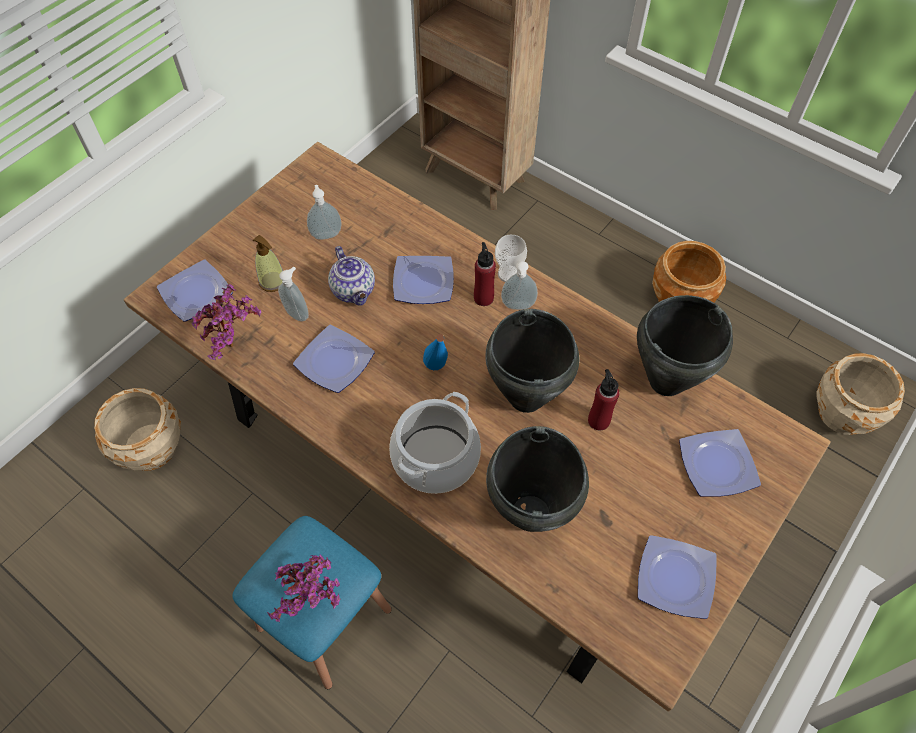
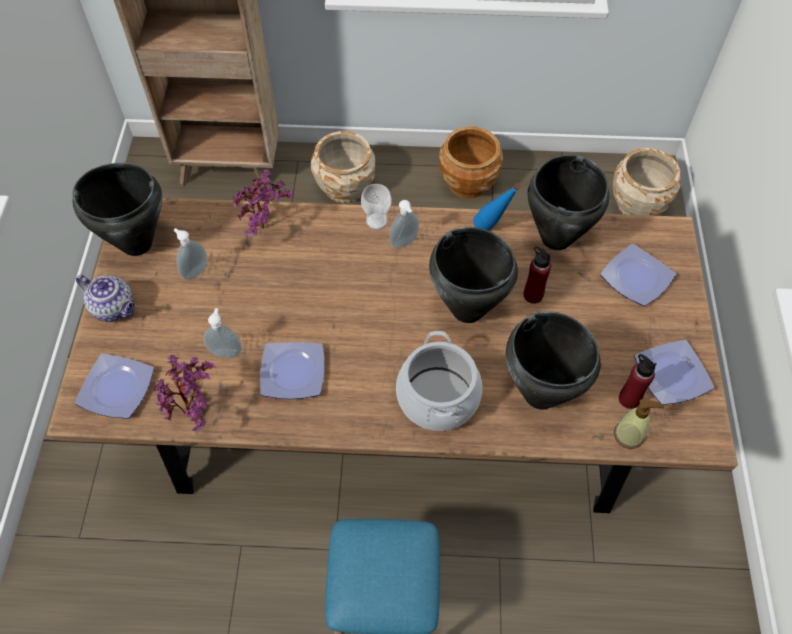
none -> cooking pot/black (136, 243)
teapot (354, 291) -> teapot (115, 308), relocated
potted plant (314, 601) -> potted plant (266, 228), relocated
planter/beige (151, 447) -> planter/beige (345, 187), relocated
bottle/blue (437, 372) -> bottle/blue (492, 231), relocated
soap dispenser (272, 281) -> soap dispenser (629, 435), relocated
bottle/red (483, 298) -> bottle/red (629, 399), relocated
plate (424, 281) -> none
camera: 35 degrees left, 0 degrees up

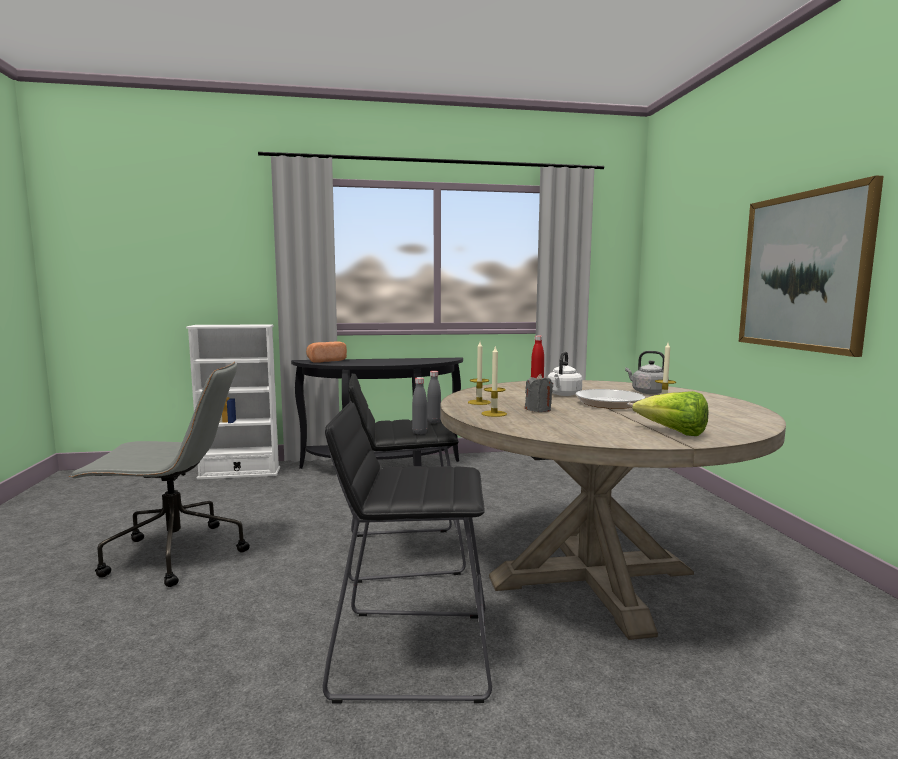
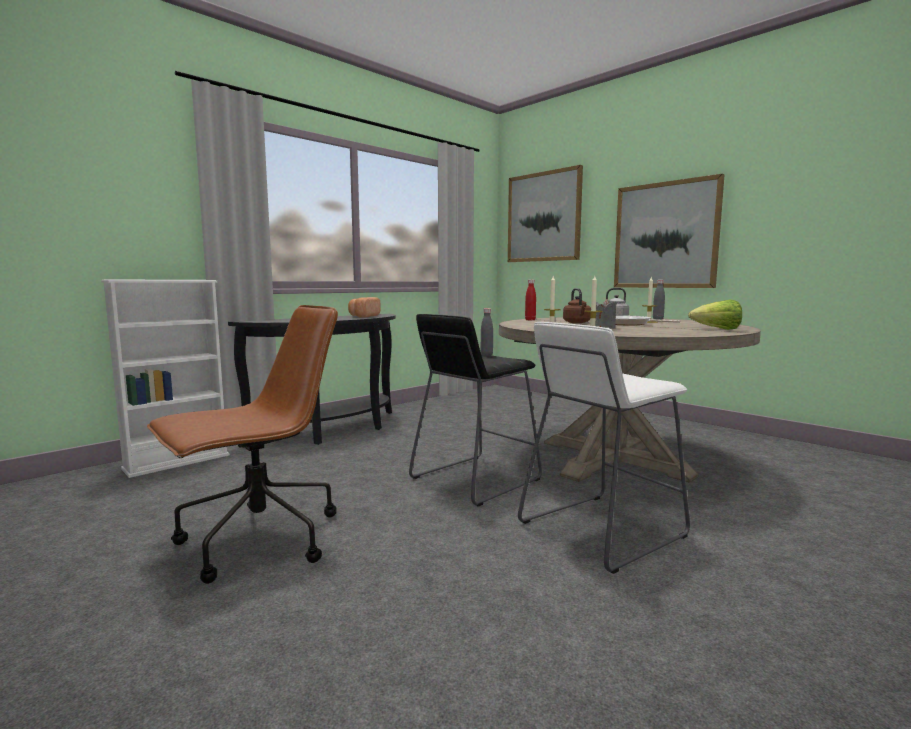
office chair/grey (173, 555) -> office chair/brown (257, 541)
bread (325, 361) -> bread (363, 316), relocated
none -> picture (543, 217)
stool/black (412, 653) -> stool/white (601, 530)
kettle/white (563, 394) -> kettle/brown (577, 322)
bottle/grey (419, 433) -> bottle/grey (658, 319), relocated
camera: 35 degrees left, 0 degrees up

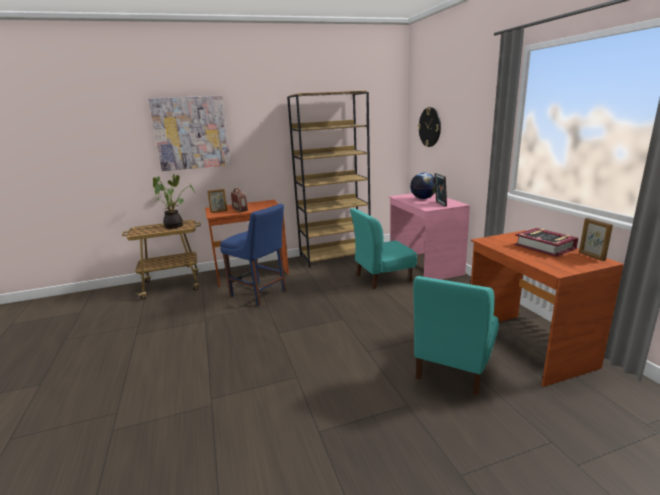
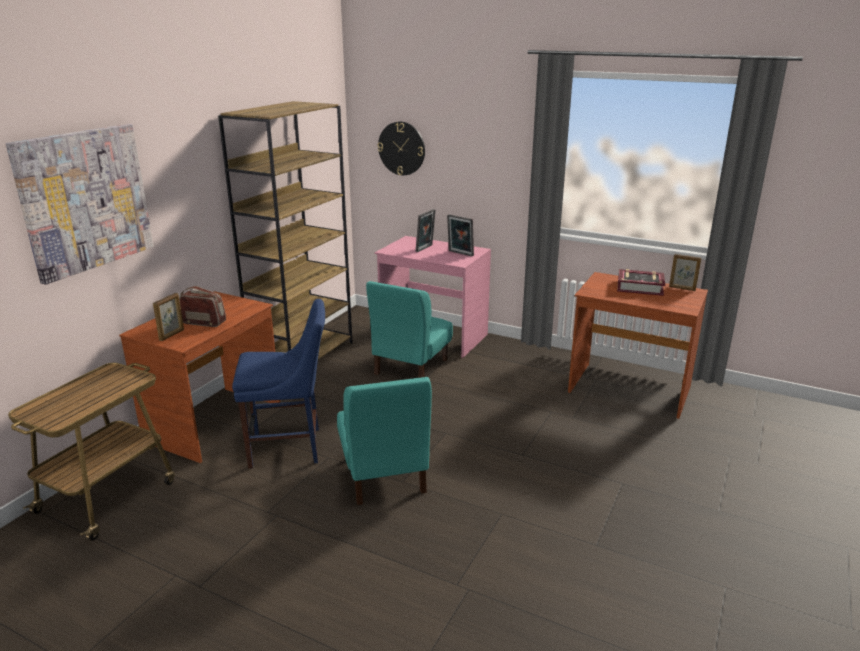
chair/turquoise (453, 367) -> chair/turquoise (384, 475), relocated
globe (423, 198) -> picture frame (425, 248)
potted plant (175, 226) -> none
camera: 45 degrees left, 5 degrees up

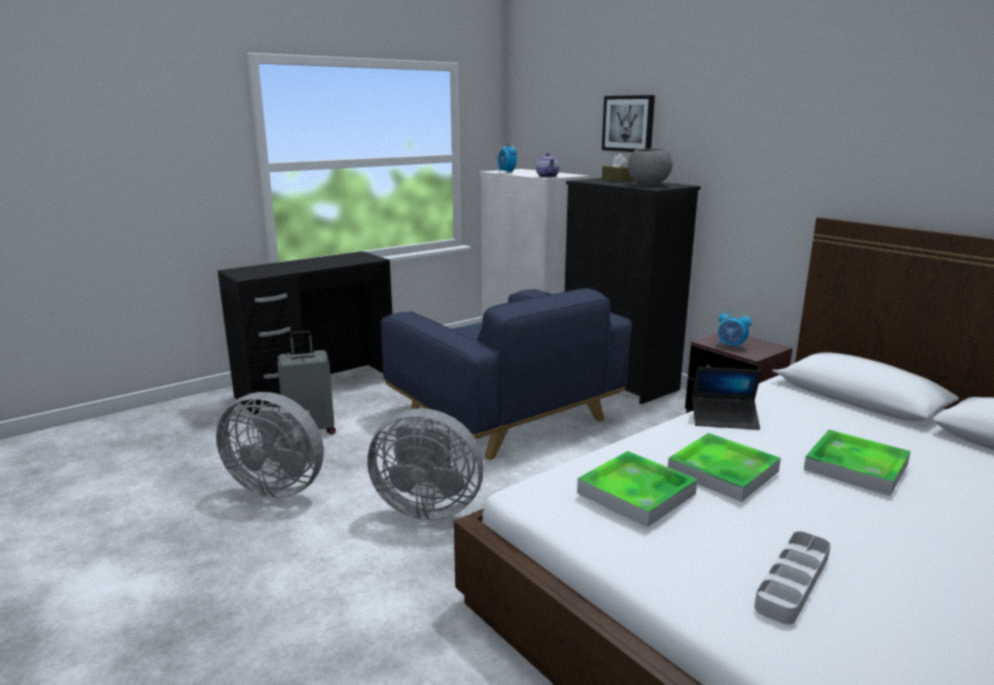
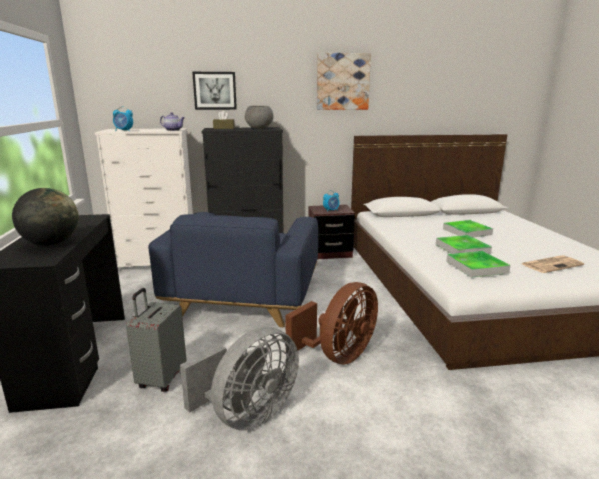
none -> globe (51, 244)
armchair/blue (504, 413) -> armchair/blue (244, 298), 105 degrees clockwise
fan/grey (427, 507) -> fan/brown (338, 356)
none -> picture (342, 82)
tray/grey (792, 581) -> newspaper (551, 264)
laptop (724, 419) -> none
camera: 60 degrees left, 0 degrees up

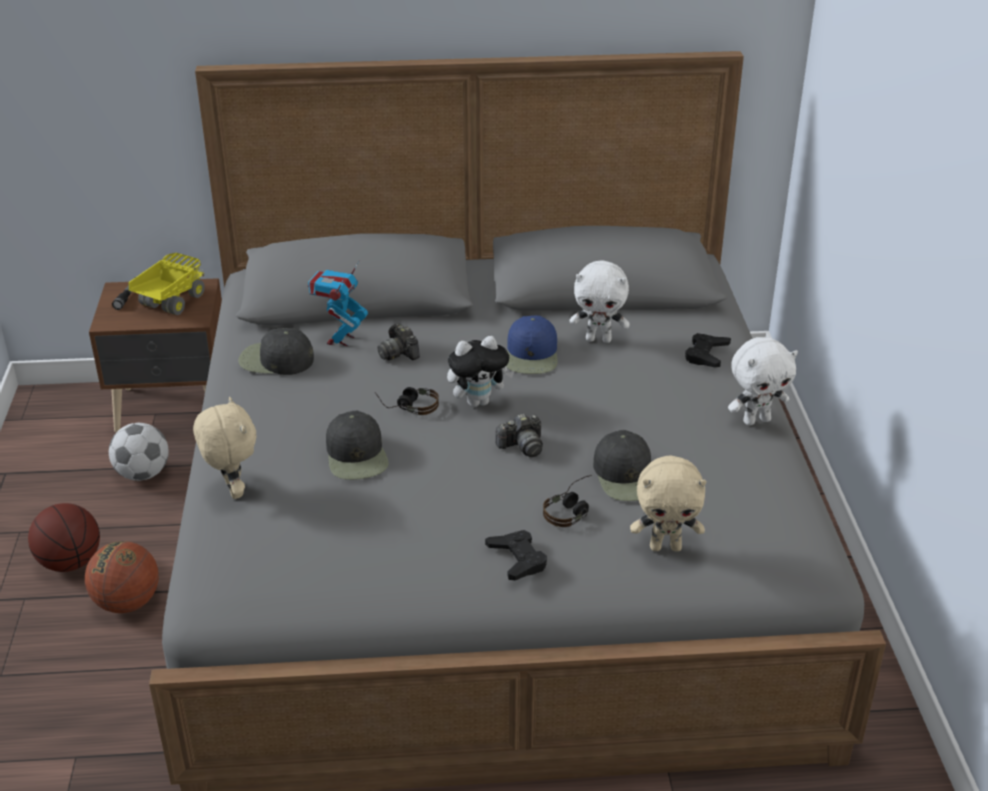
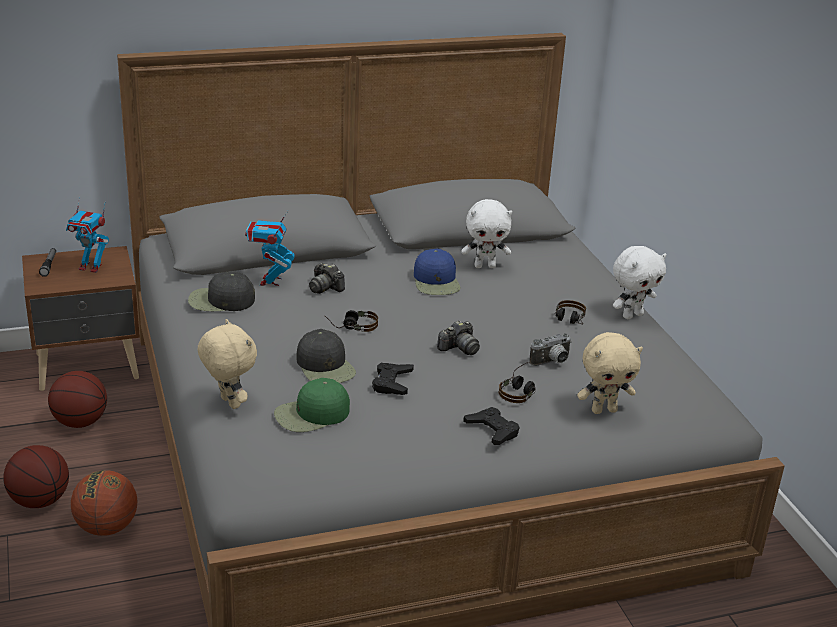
football (143, 474) -> basketball (80, 422)
toy truck (170, 302) -> toy robot (91, 267)
none -> cap/green (311, 414)
game controller/black (706, 354) -> game controller/black (392, 383), relocated
cap/black (627, 476) -> photo camera (552, 362)
none -> headphones (569, 321)
plush toy (478, 401) -> none
camera: 15 degrees left, 5 degrees down

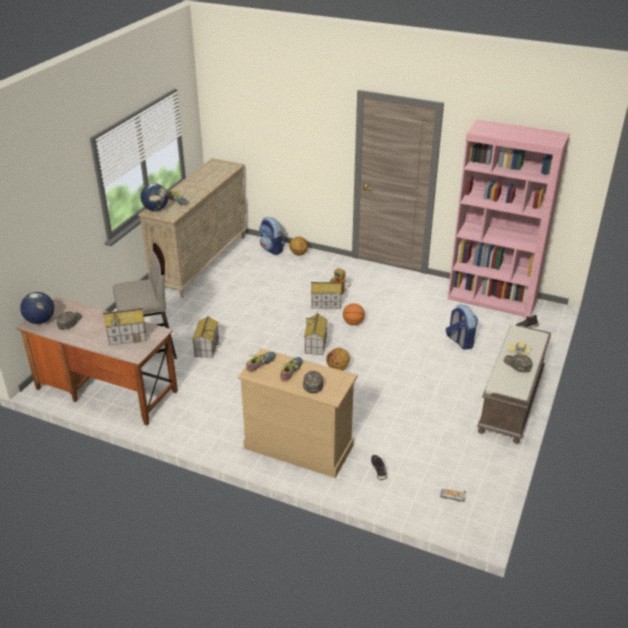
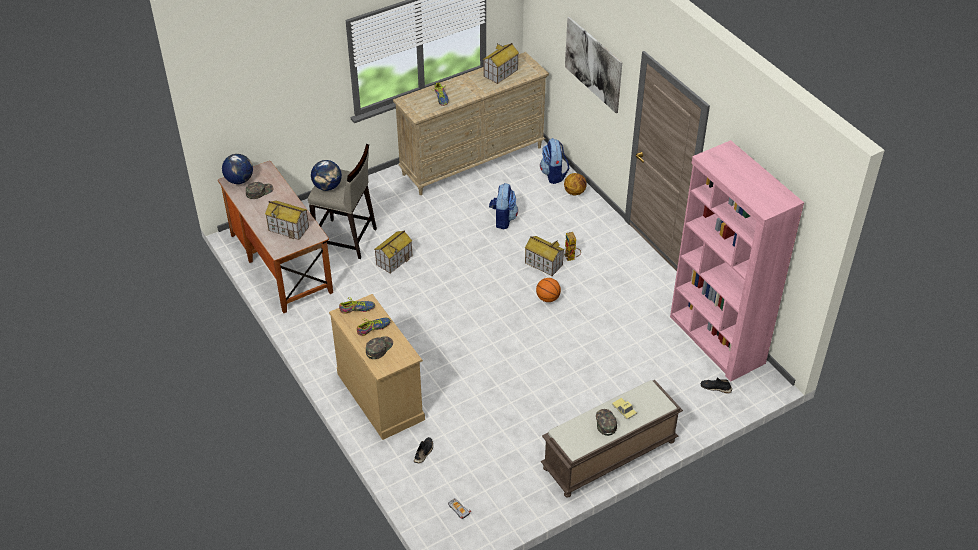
globe (156, 209) -> globe (327, 187), relocated
toy house (316, 345) -> toy house (500, 73), relocated
backpack (460, 341) -> backpack (503, 219), relocated
none -> picture (593, 64)
basketball (337, 368) -> none
camera: 35 degrees right, 10 degrees up

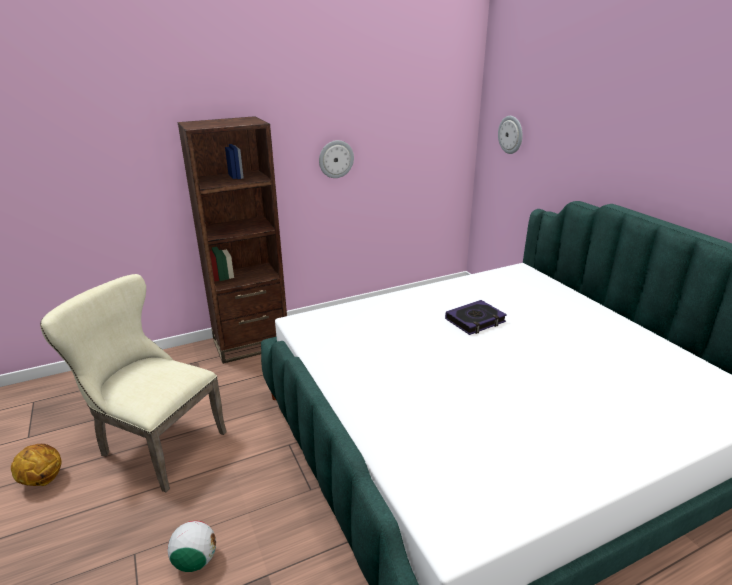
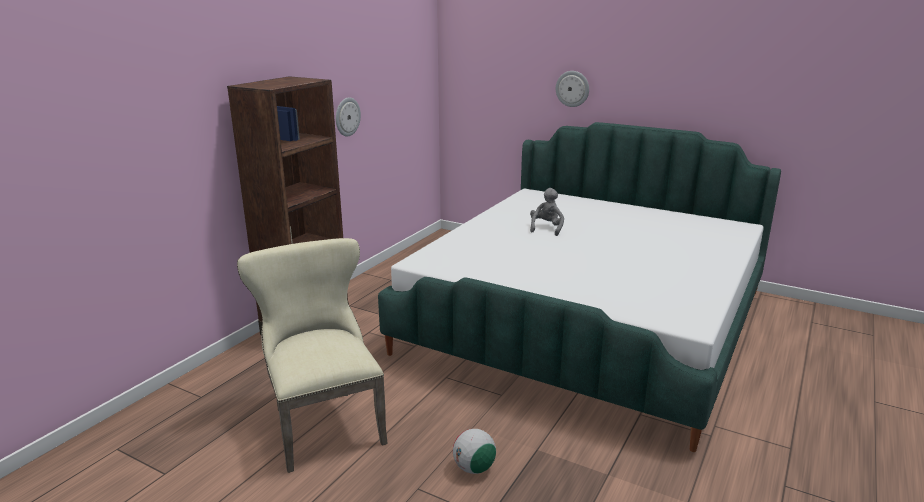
chair/beige (155, 444) -> chair/beige (323, 422), 75 degrees clockwise
book (475, 321) -> plush toy/grey (546, 228)
wall clock (511, 134) -> wall clock (572, 88), relocated
basketball (42, 480) -> none
camera: 35 degrees left, 5 degrees down

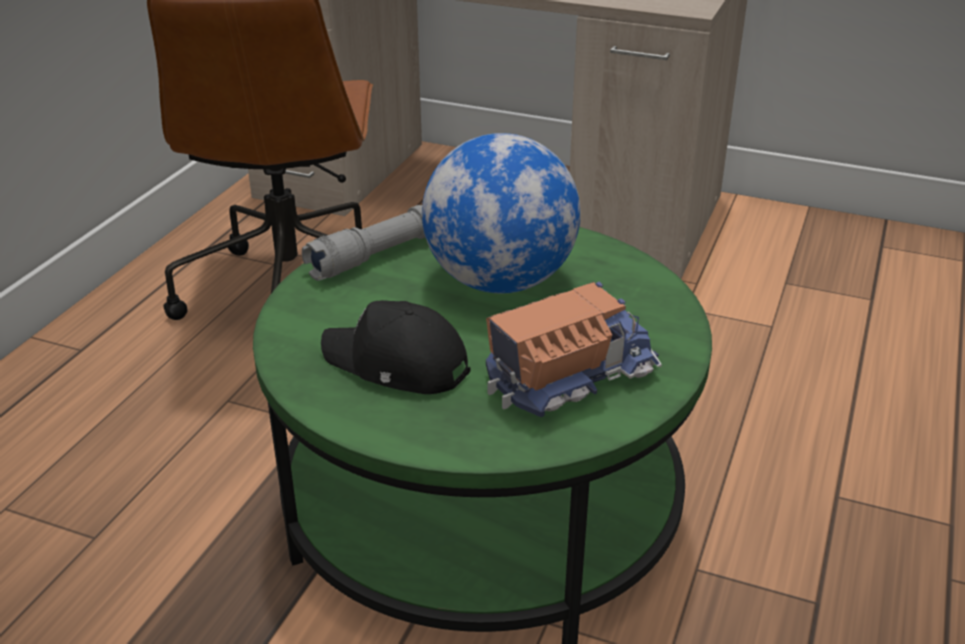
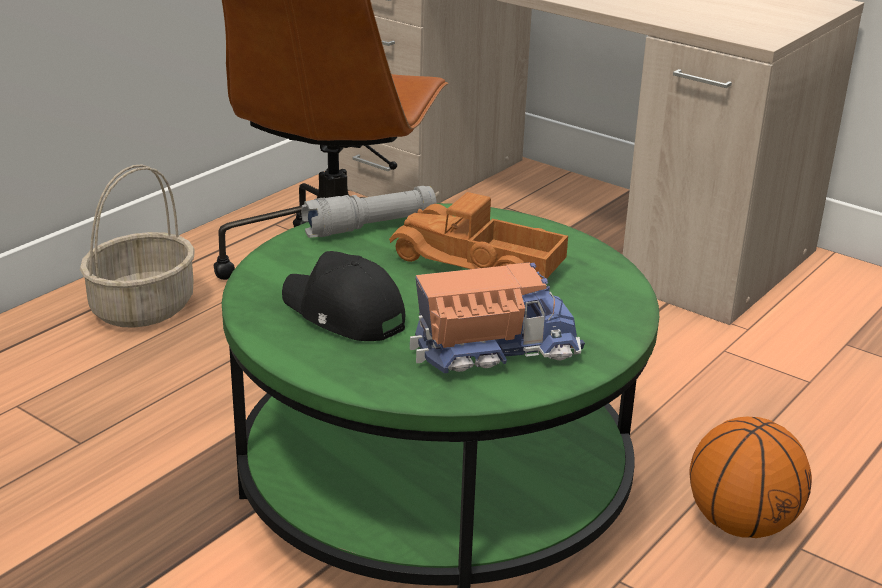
none -> basket (143, 307)
globe (500, 282) -> toy truck (476, 264)
none -> basketball (741, 524)
camera: 15 degrees right, 5 degrees down

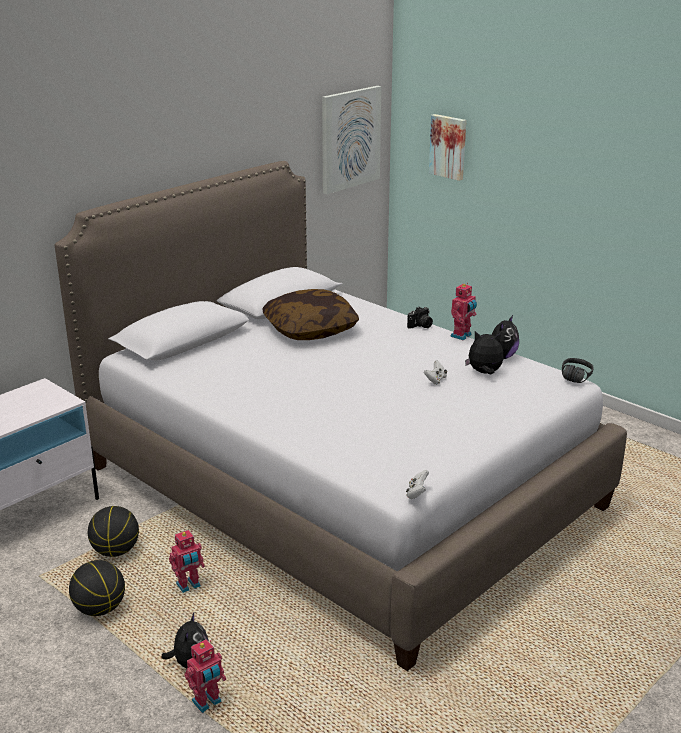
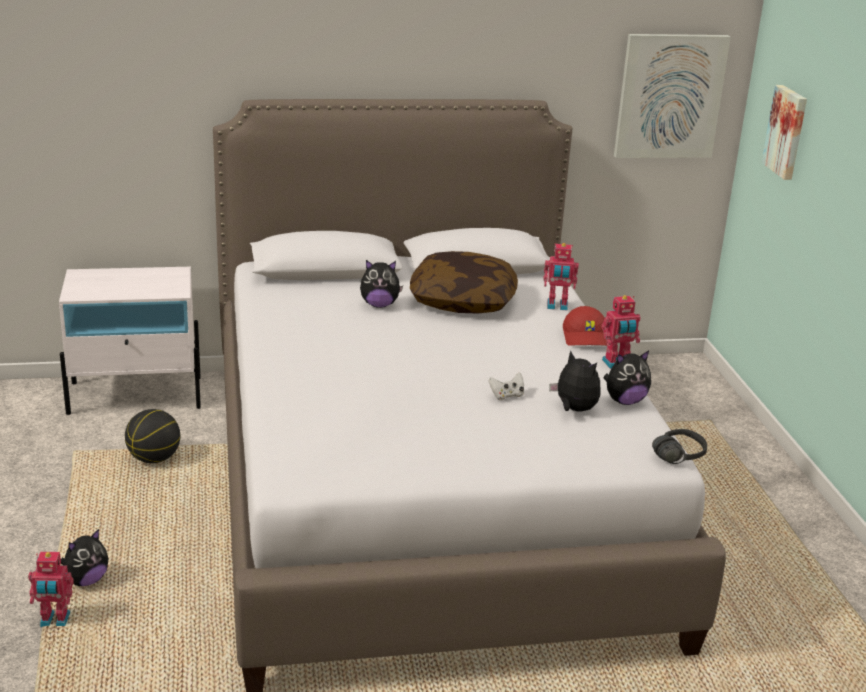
none -> plush toy (379, 305)
toy robot (189, 586) -> toy robot (557, 306), relocated
photo camera (421, 326) -> cap/red (586, 337)
basketball (99, 609) -> none
game controller/white (417, 493) -> none
camera: 35 degrees right, 0 degrees up

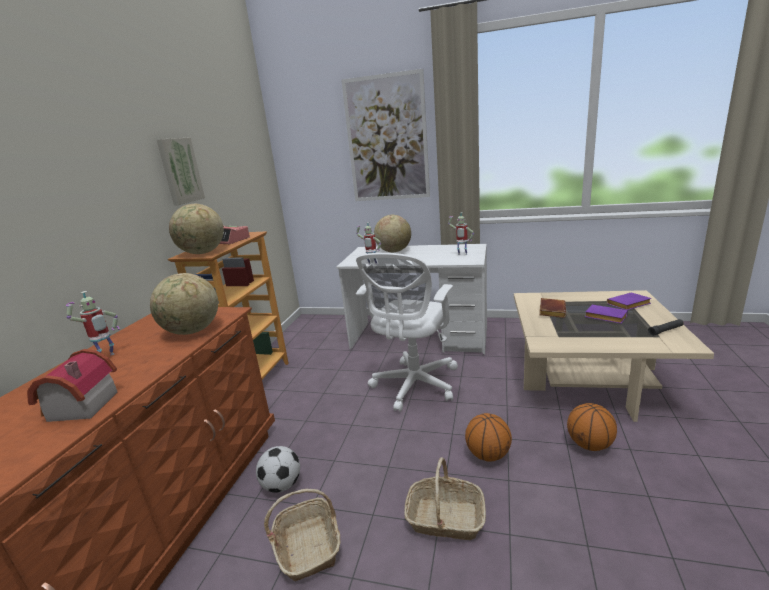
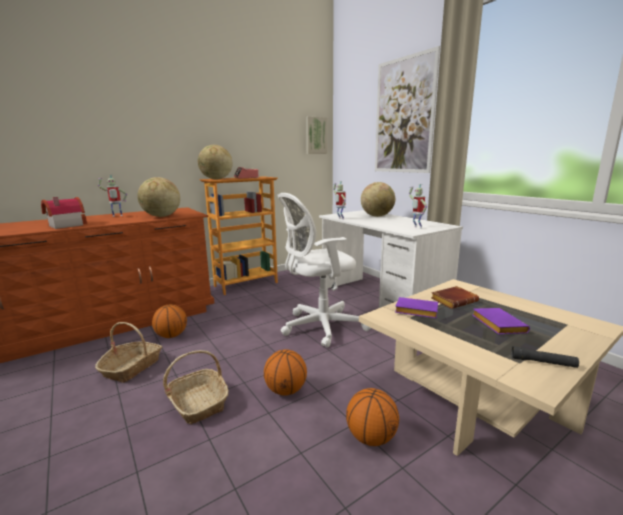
football (282, 485) -> basketball (171, 335)
picture (179, 171) -> picture (315, 135), relocated
book/purple (628, 305) -> book/purple (415, 311), relocated
camera: 40 degrees right, 5 degrees down

